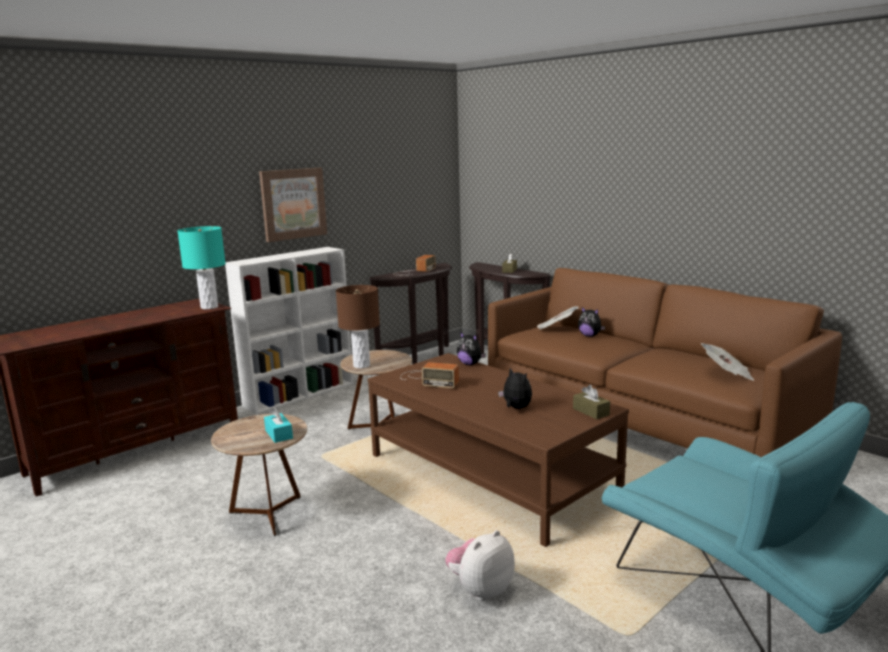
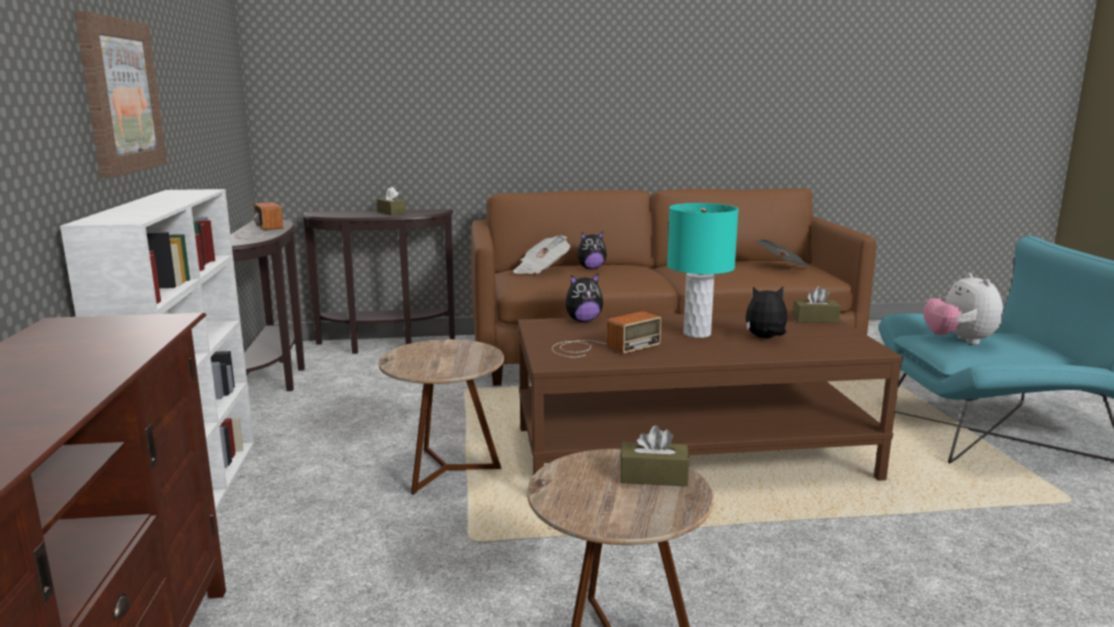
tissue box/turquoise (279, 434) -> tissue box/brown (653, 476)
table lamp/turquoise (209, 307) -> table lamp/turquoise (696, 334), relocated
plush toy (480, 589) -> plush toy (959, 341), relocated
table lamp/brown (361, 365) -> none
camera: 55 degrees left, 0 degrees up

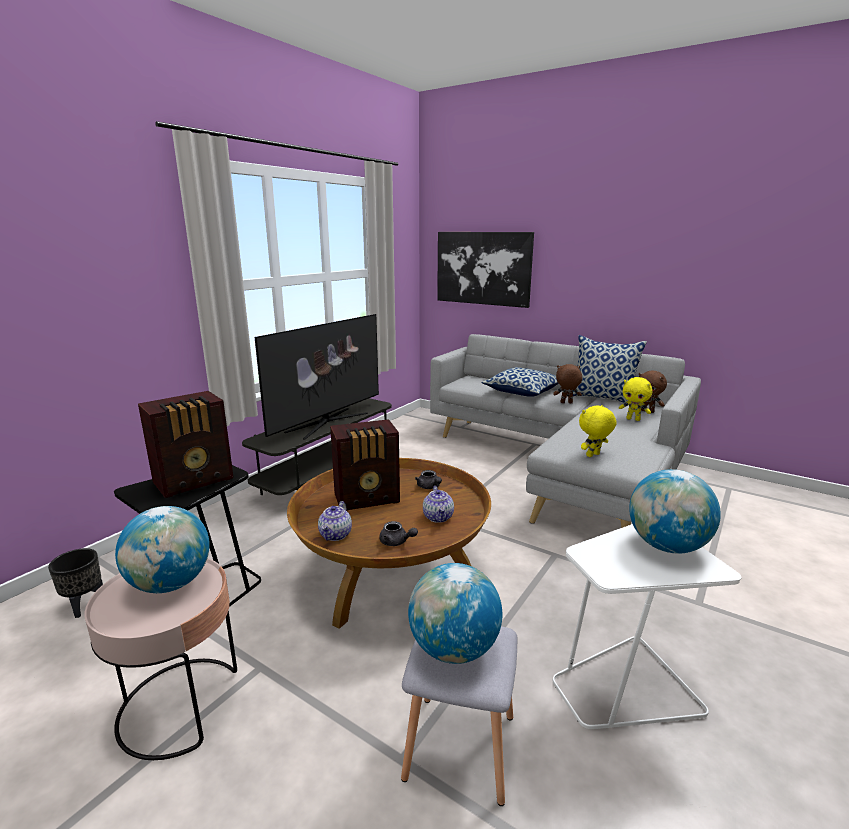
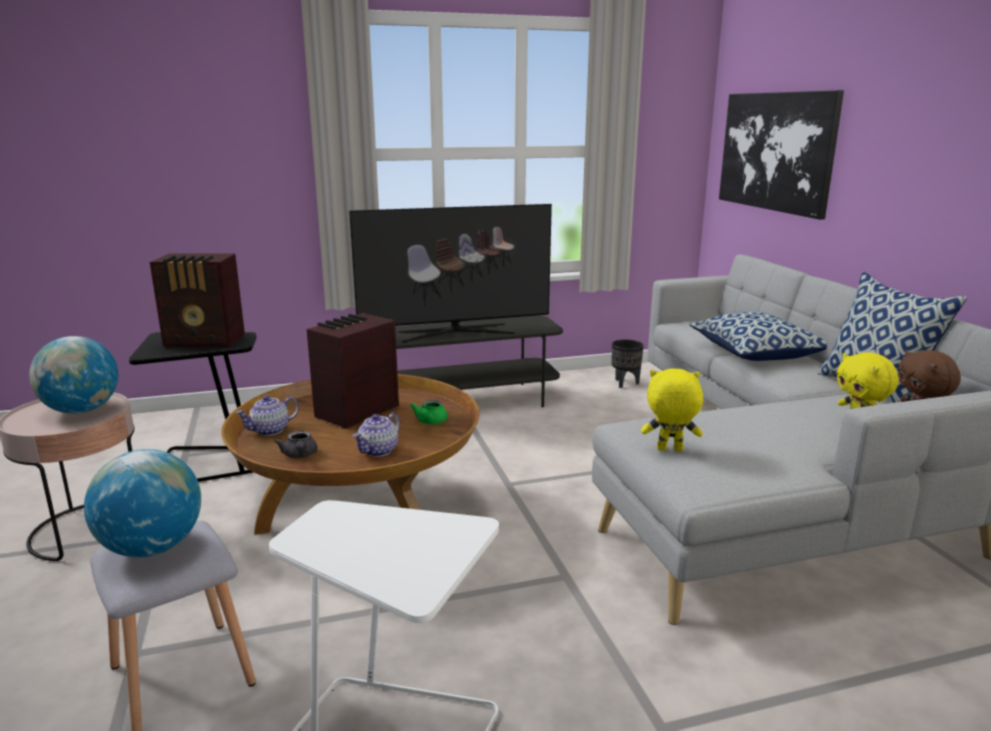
radio (368, 499) -> radio (355, 412), 105 degrees clockwise
teapot/grey (429, 487) -> teapot/green (430, 422)
planter/black (85, 605) -> planter/black (625, 383), relocated
plush toy/brown (566, 403) -> none
globe (667, 546) -> none
camera: 40 degrees right, 0 degrees up

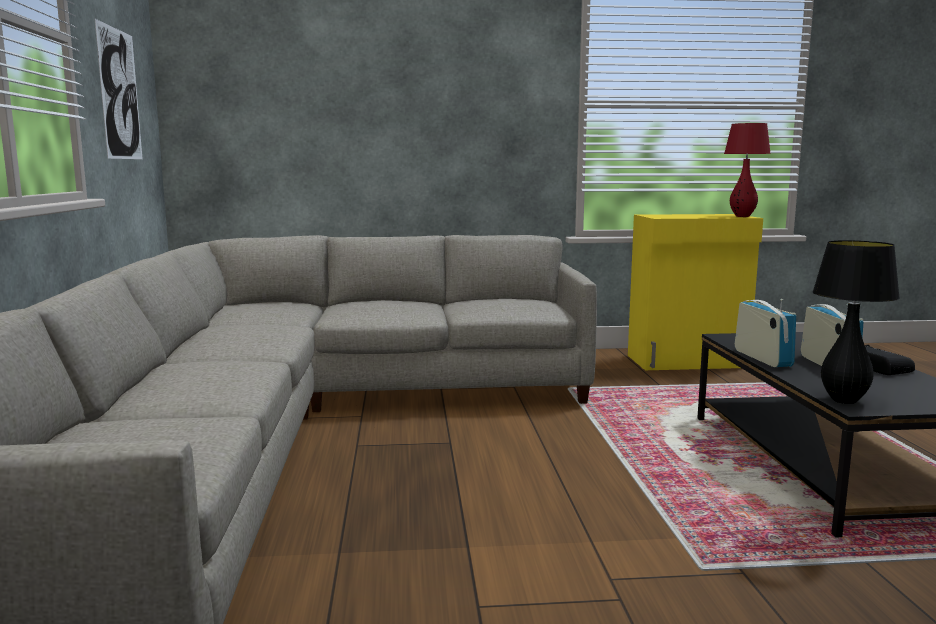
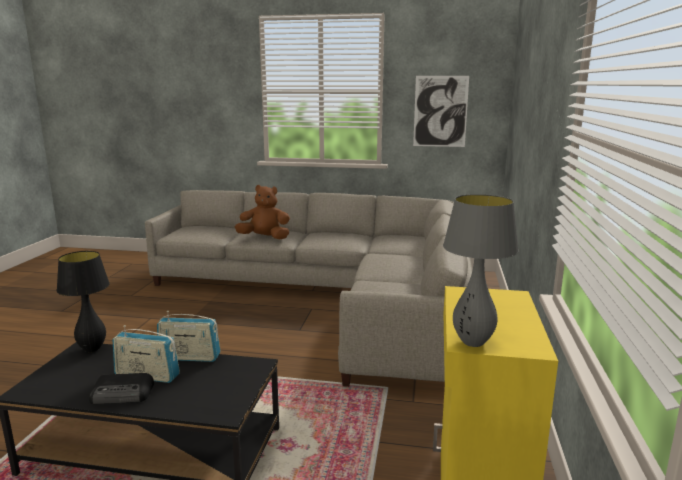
none -> plush toy/brown (265, 238)
table lamp/red (742, 216) -> table lamp/grey (472, 342)
camera: 105 degrees right, 5 degrees up

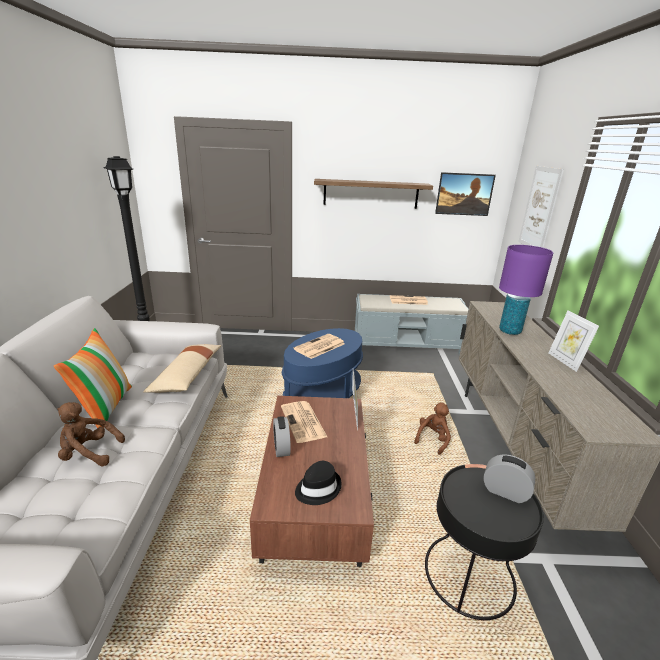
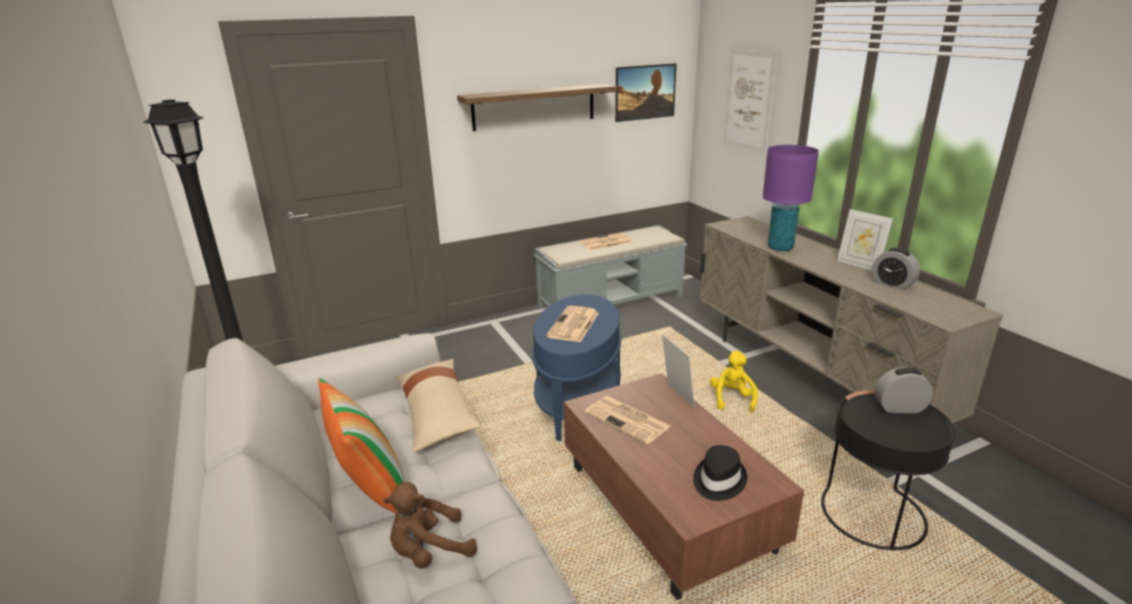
plush toy/brown (433, 439) -> plush toy/yellow (732, 399)
alarm clock (281, 448) -> alarm clock (892, 284), relocated
camera: 25 degrees left, 0 degrees up

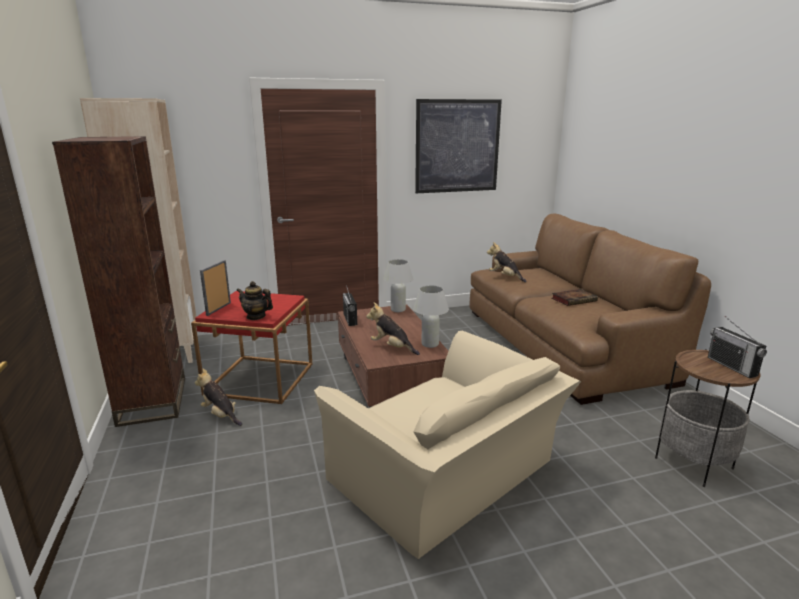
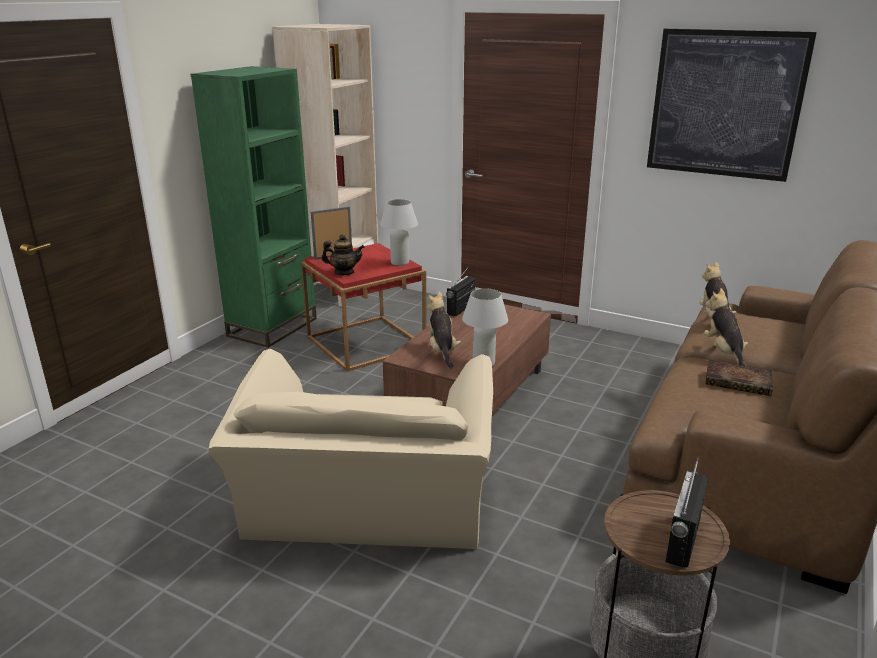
bookcase/brown (153, 401) -> bookcase/green (273, 327)
teapot (256, 316) -> teapot (344, 272), 120 degrees clockwise
table lamp/white (398, 310) -> table lamp/white (400, 263), relocated
plush toy (220, 415) -> plush toy (724, 352), relocated
camera: 45 degrees right, 5 degrees up

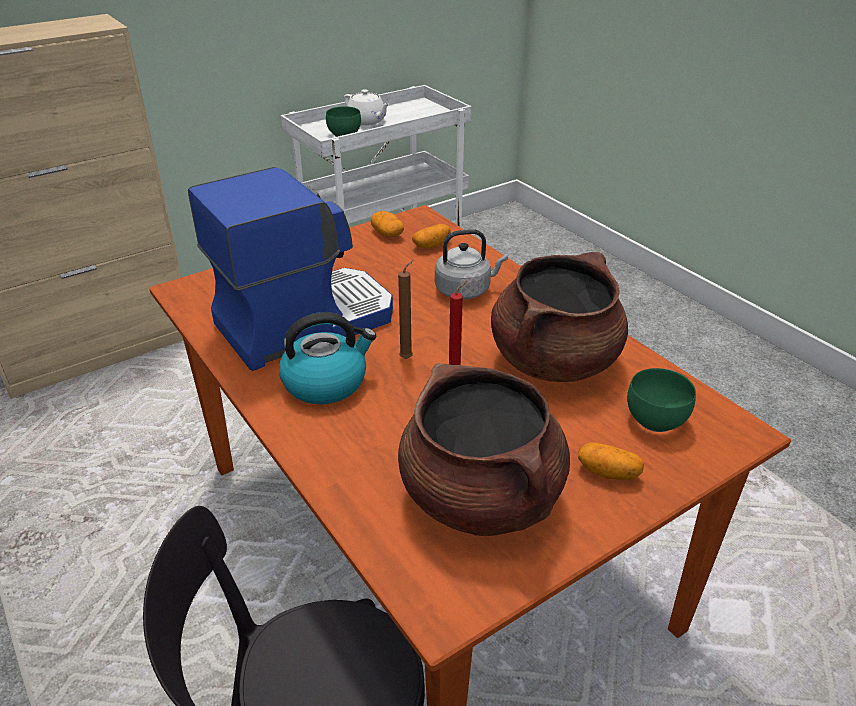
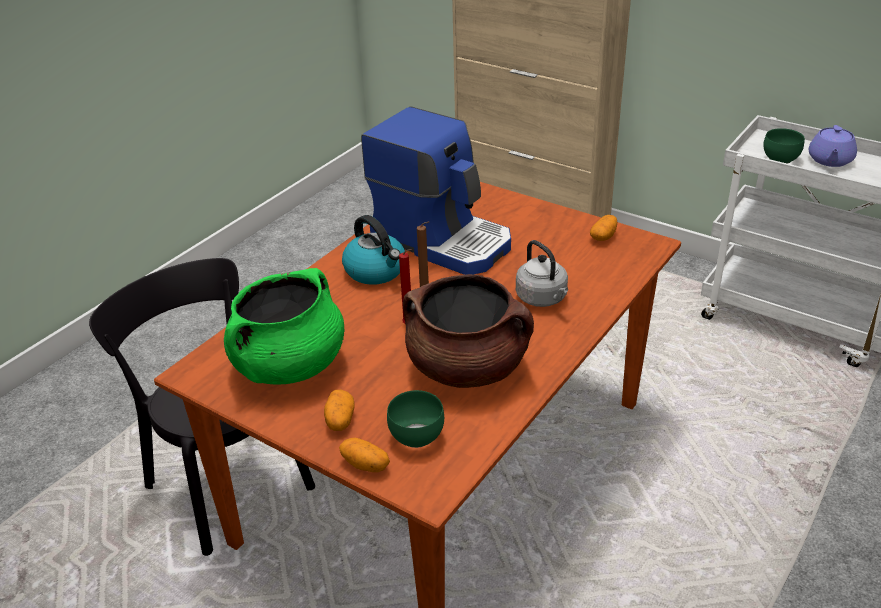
cooking pot/brown (482, 497) -> cooking pot/green (289, 365)
potato (431, 245) -> potato (365, 464), relocated
teapot/white (367, 121) -> teapot/purple (830, 160)
camera: 70 degrees right, 0 degrees up

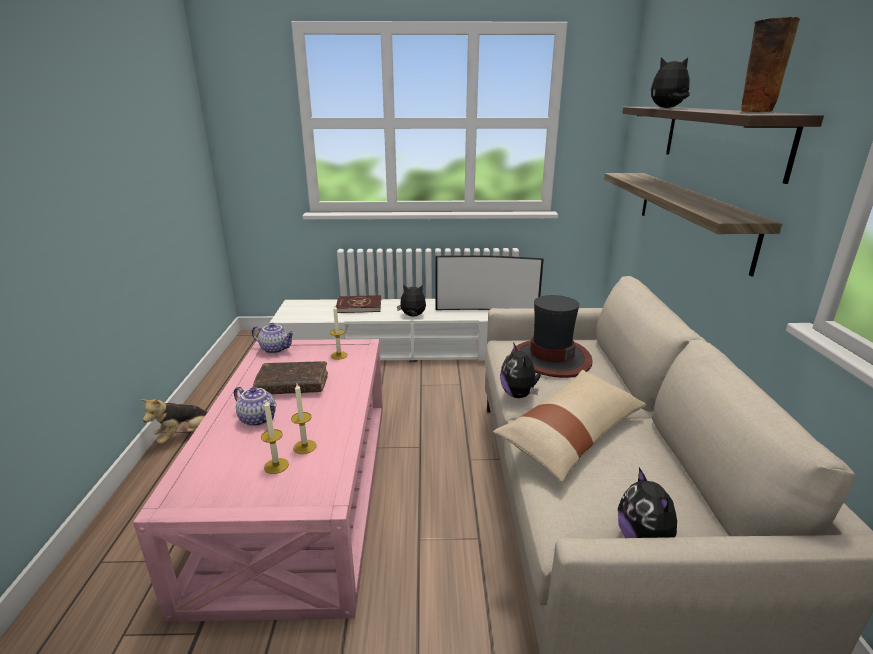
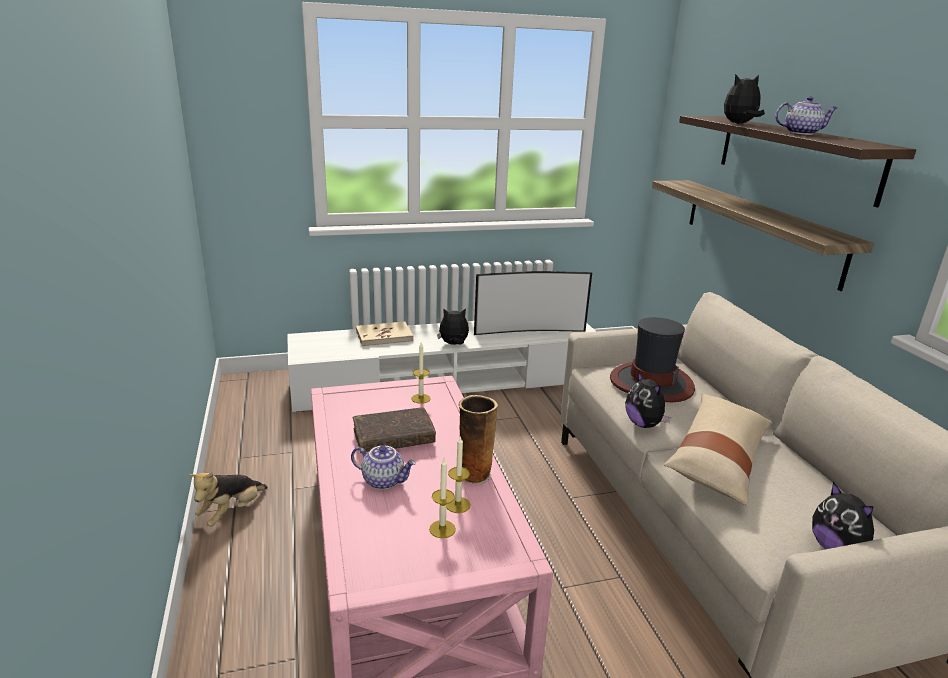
book/red (359, 306) -> book/beige (384, 336)
vase (755, 112) -> vase (474, 474), relocated
teapot (276, 349) -> teapot (801, 133), relocated
camera: 15 degrees left, 0 degrees up

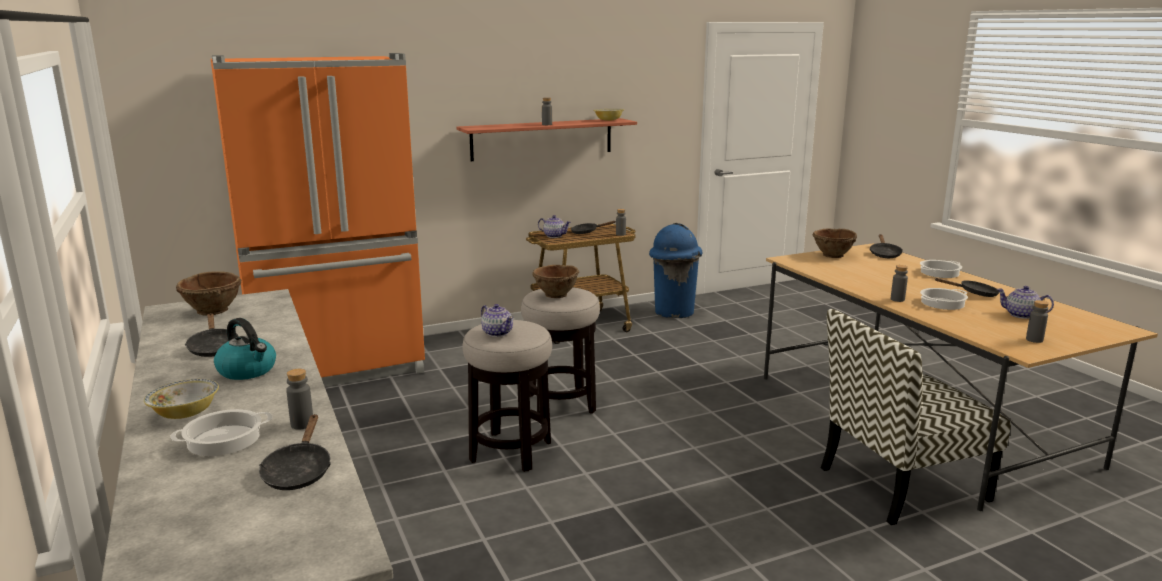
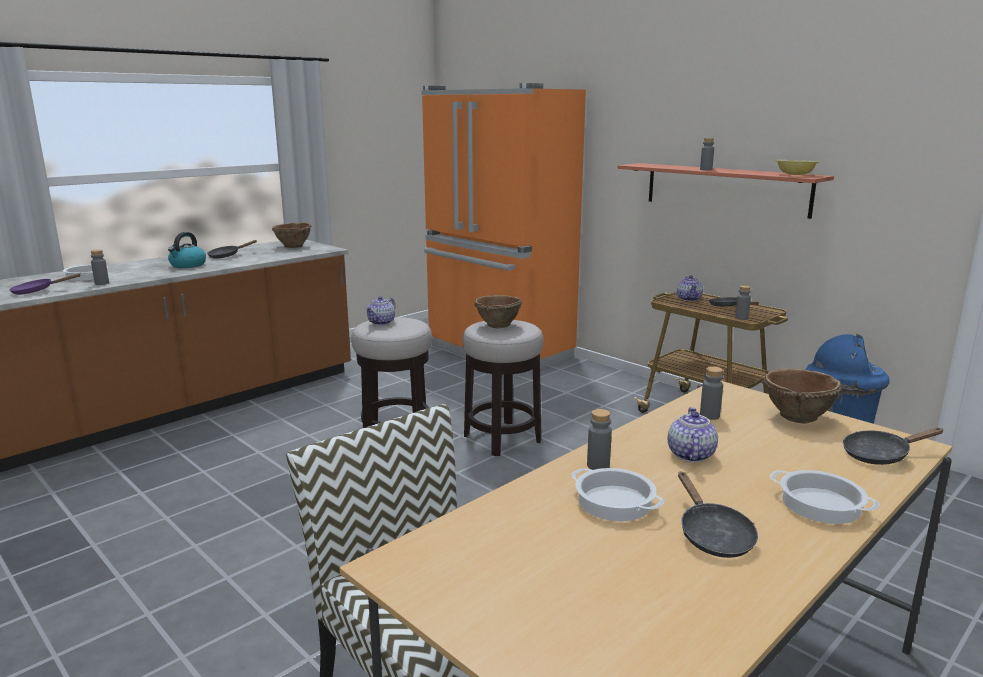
frying pan/black (298, 471) -> frying pan/purple (37, 291)
teapot (1021, 315) -> teapot (690, 455), relocated
bottle/grey (1034, 340) -> bottle/grey (709, 416), relocated
bowl (185, 413) -> none
camera: 70 degrees right, 0 degrees up

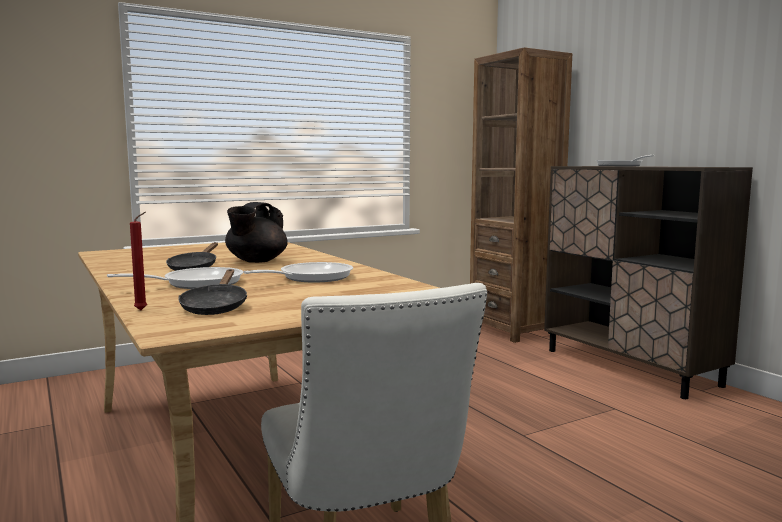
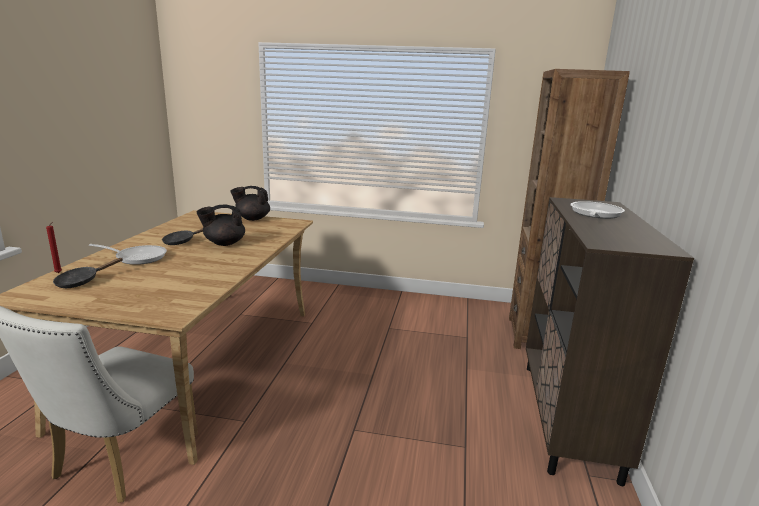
none -> teapot/black (252, 219)
frying pan (310, 278) -> none
camera: 40 degrees right, 10 degrees up

